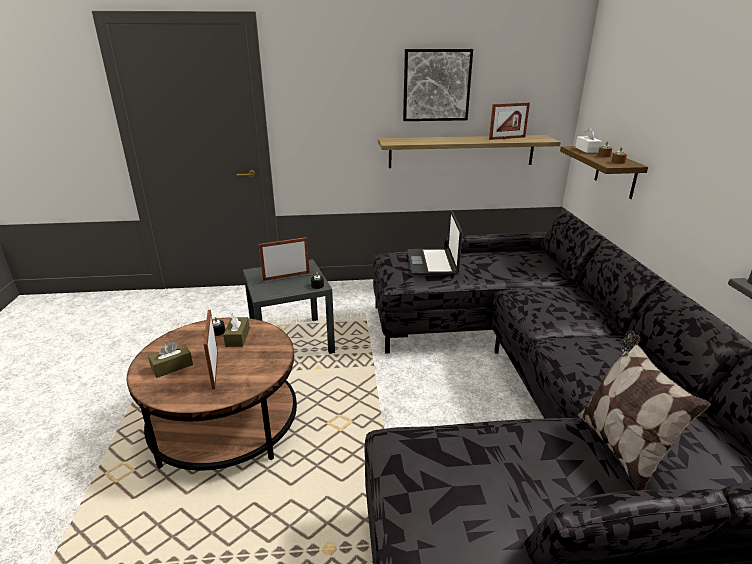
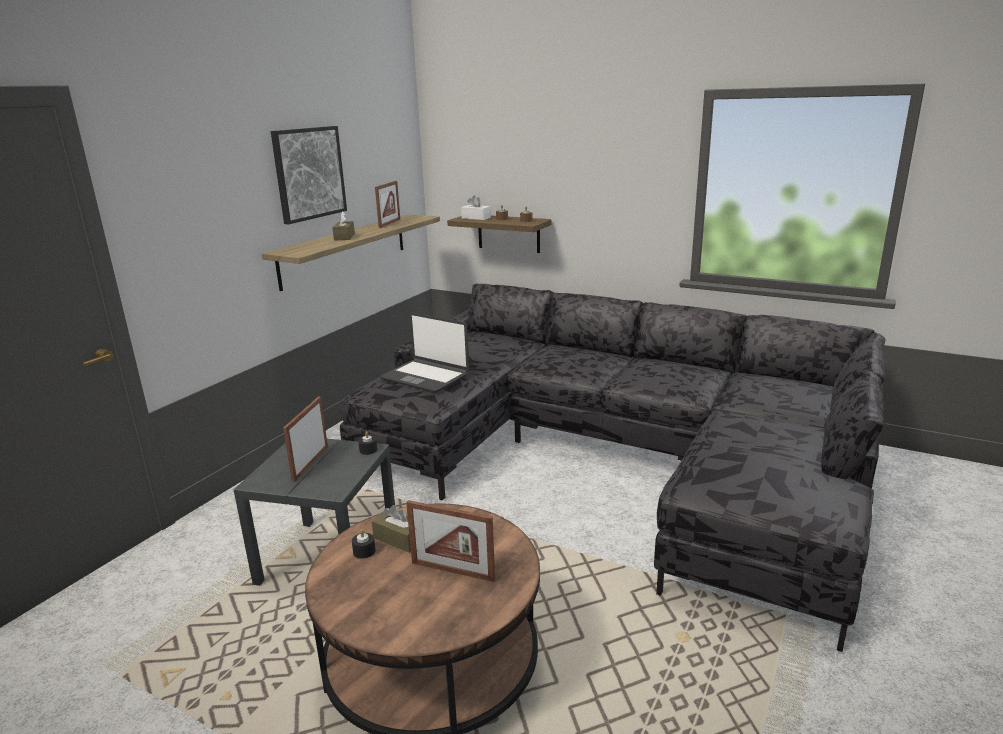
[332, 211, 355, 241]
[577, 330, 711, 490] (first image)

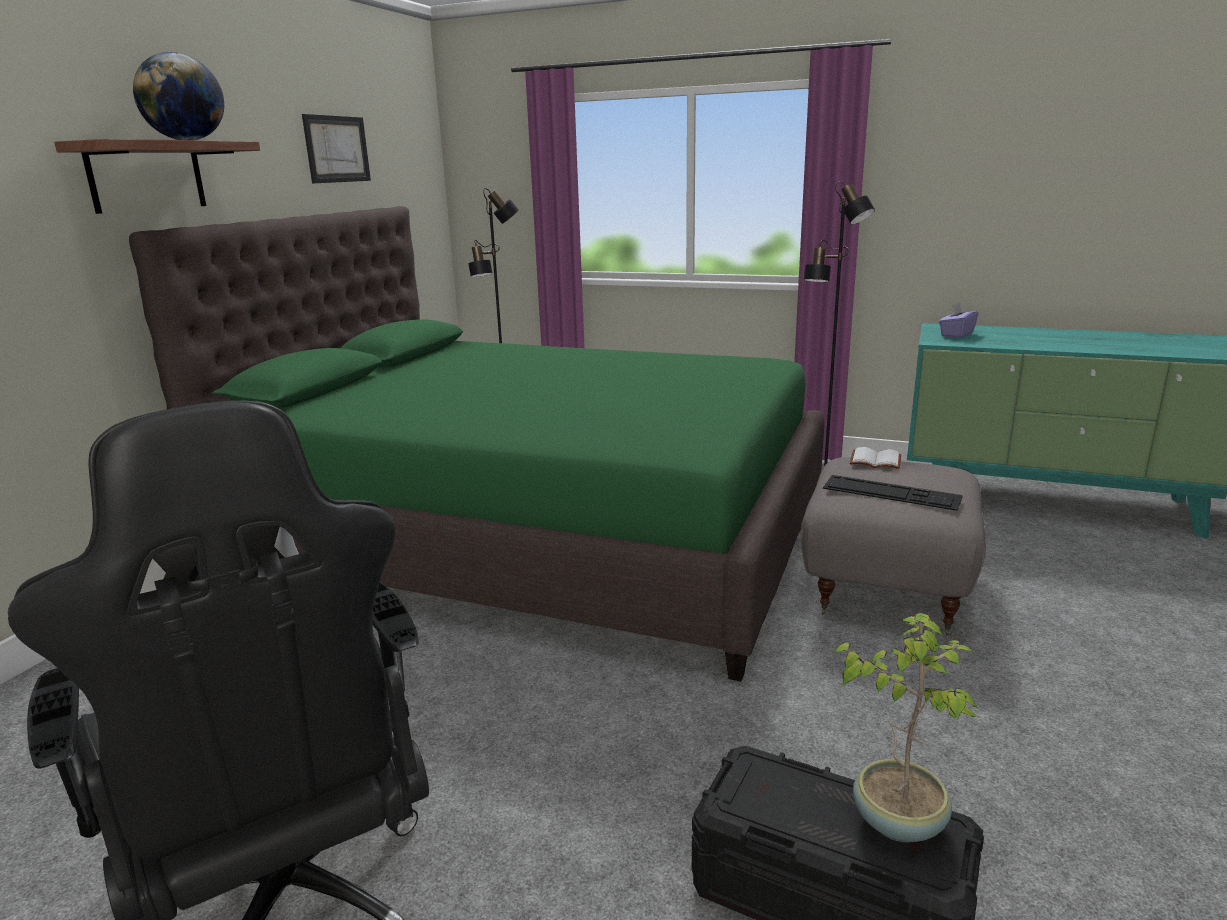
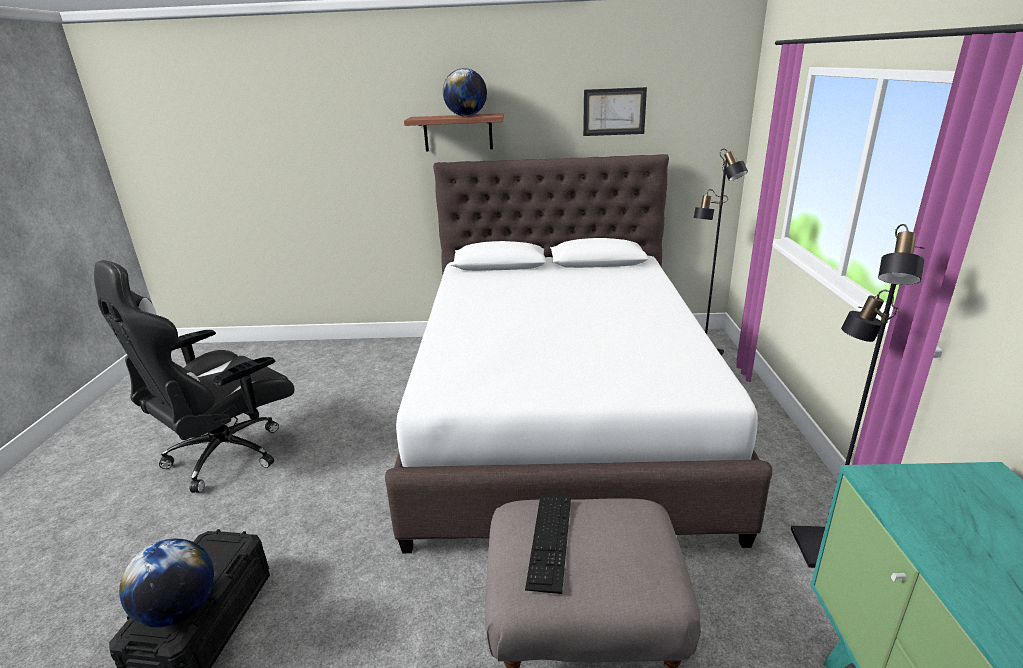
[385, 154, 773, 553]
[119, 539, 214, 627]
[850, 447, 901, 469] (first image)
[939, 302, 978, 338] (first image)

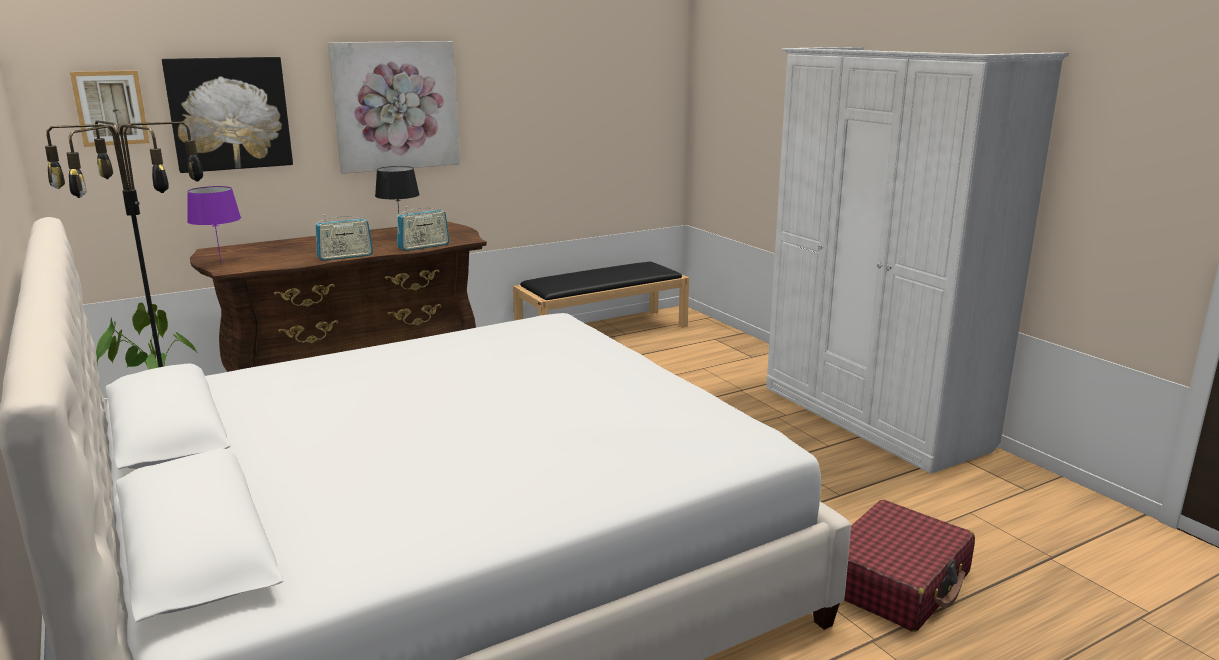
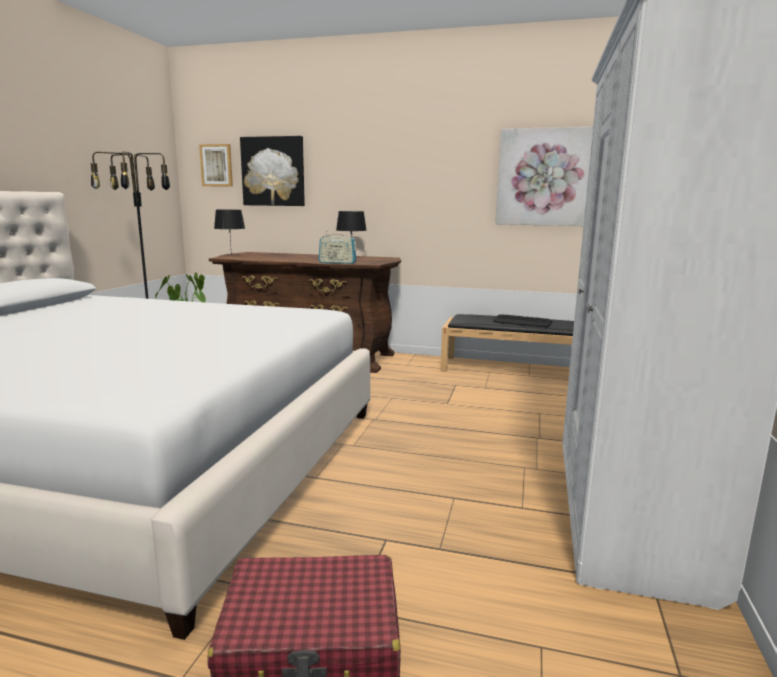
[214, 210, 245, 256]
[315, 214, 373, 261] (first image)
[495, 127, 593, 226]
[493, 314, 552, 327]

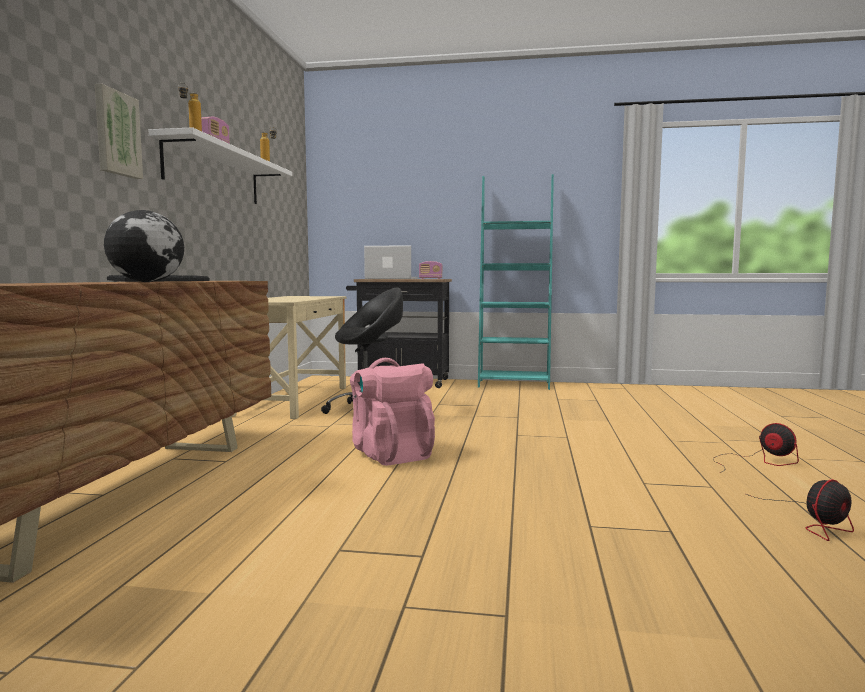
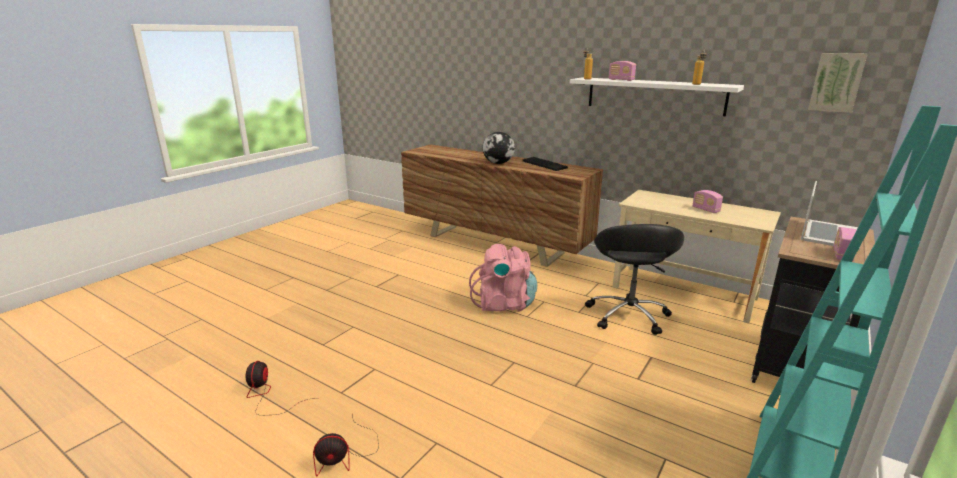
[808, 53, 867, 113]
[693, 190, 723, 213]

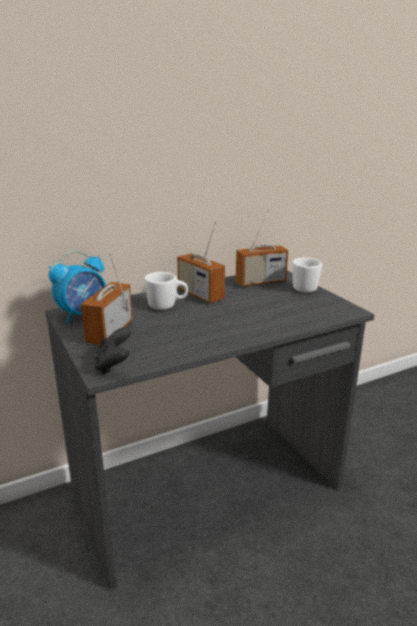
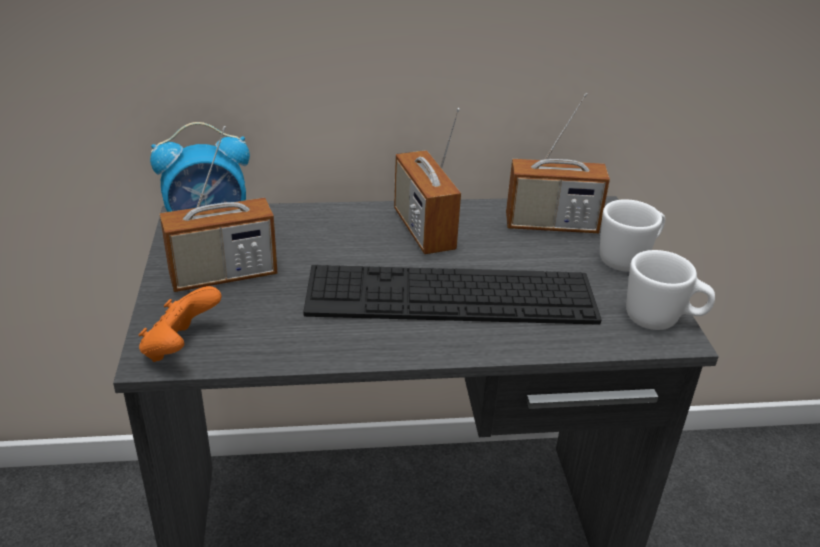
[160, 126, 277, 292]
[138, 286, 222, 362]
[626, 250, 715, 330]
[303, 265, 602, 325]

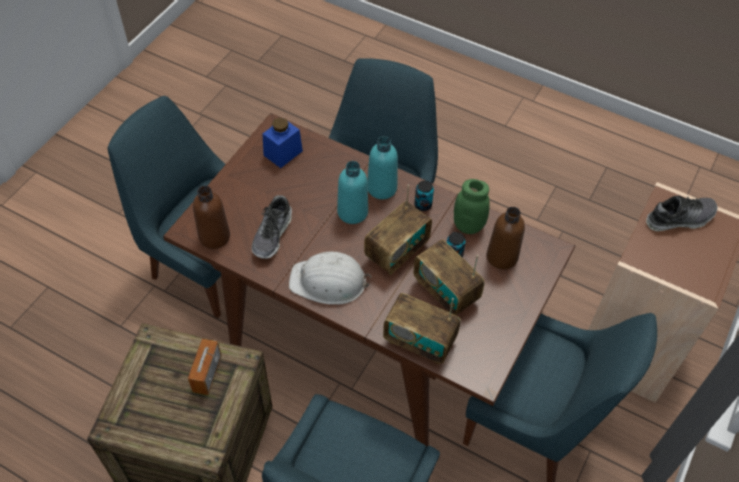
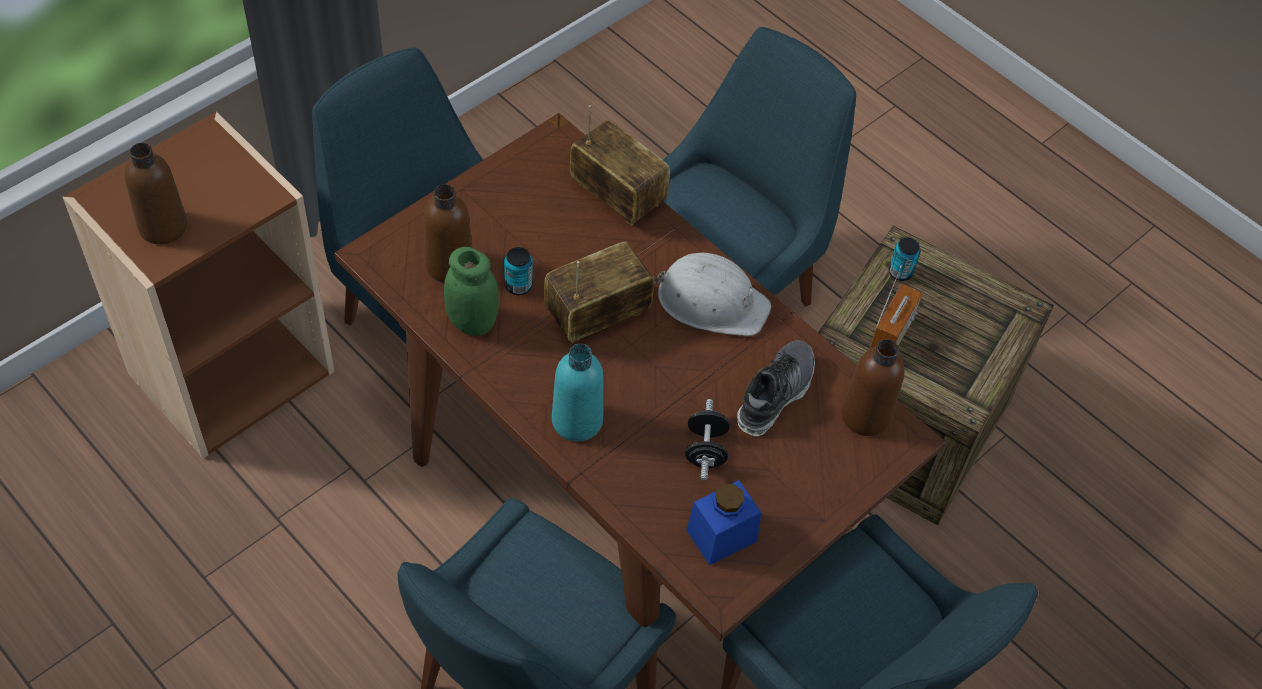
[337, 161, 368, 224] (first image)
[413, 240, 485, 315] (first image)
[889, 237, 921, 281]
[125, 143, 187, 244]
[685, 399, 730, 481]

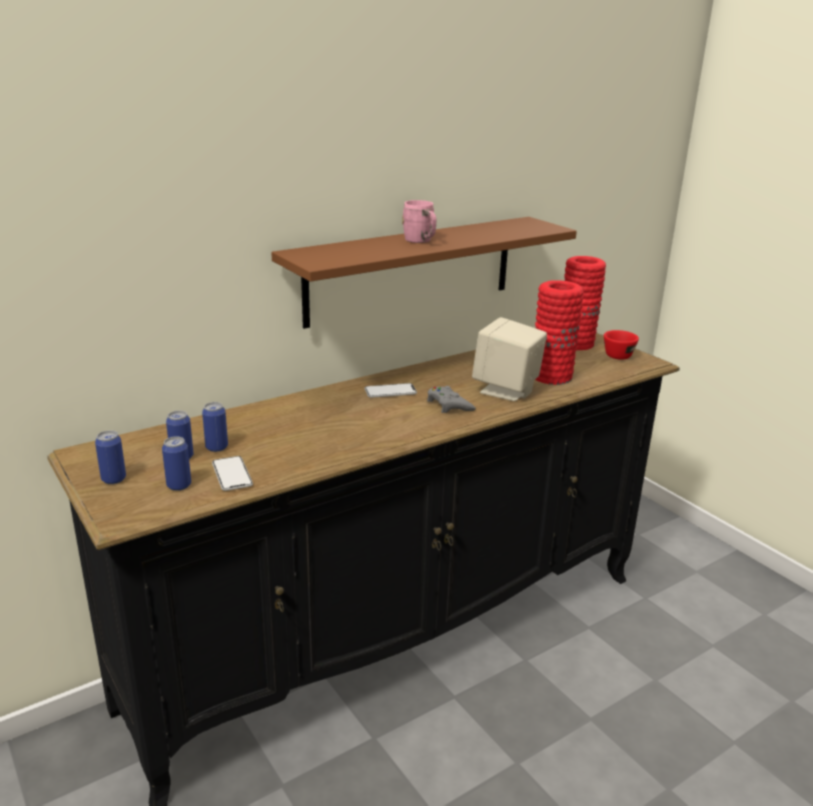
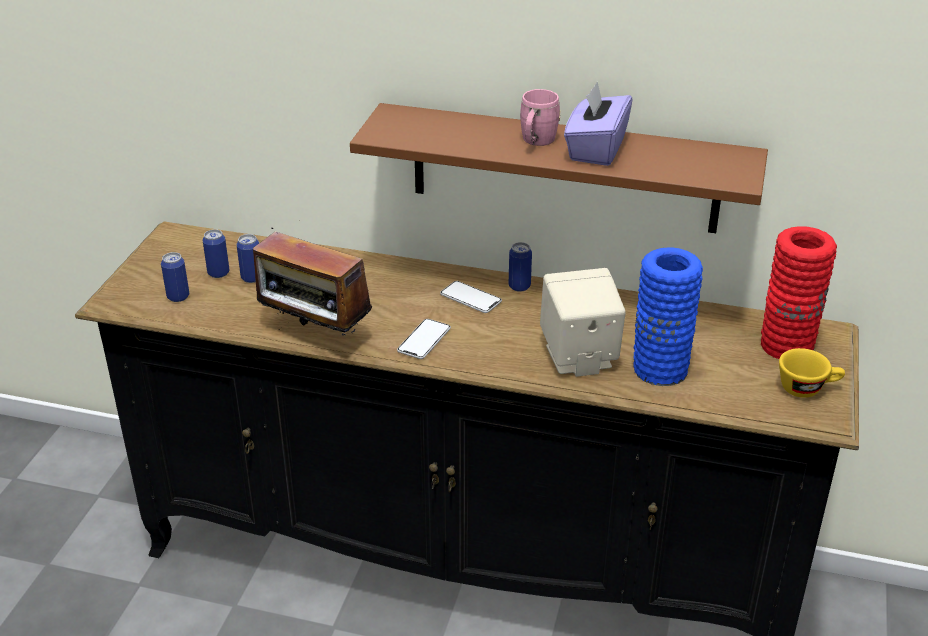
[509, 242, 532, 292]
[397, 319, 451, 359]
[427, 386, 476, 413] (first image)
[633, 248, 703, 386]
[779, 348, 845, 398]
[253, 228, 372, 336]
[564, 82, 633, 166]

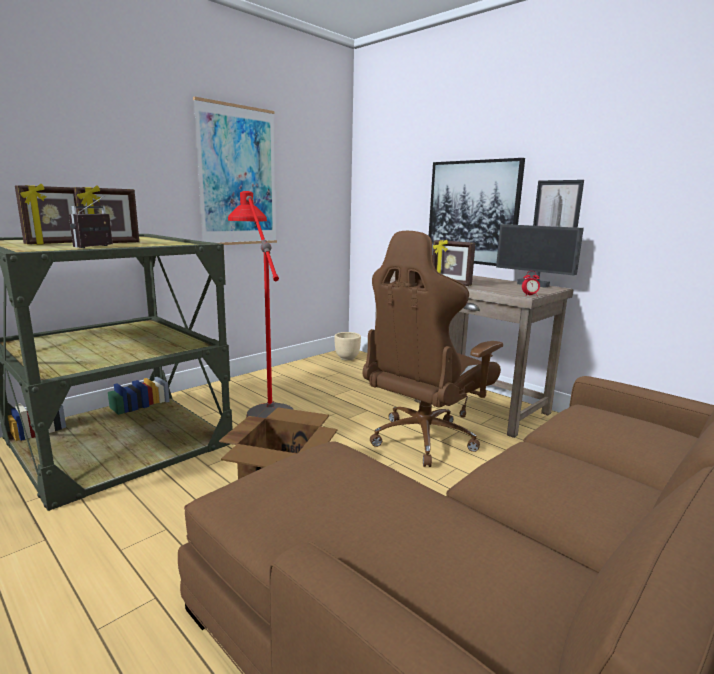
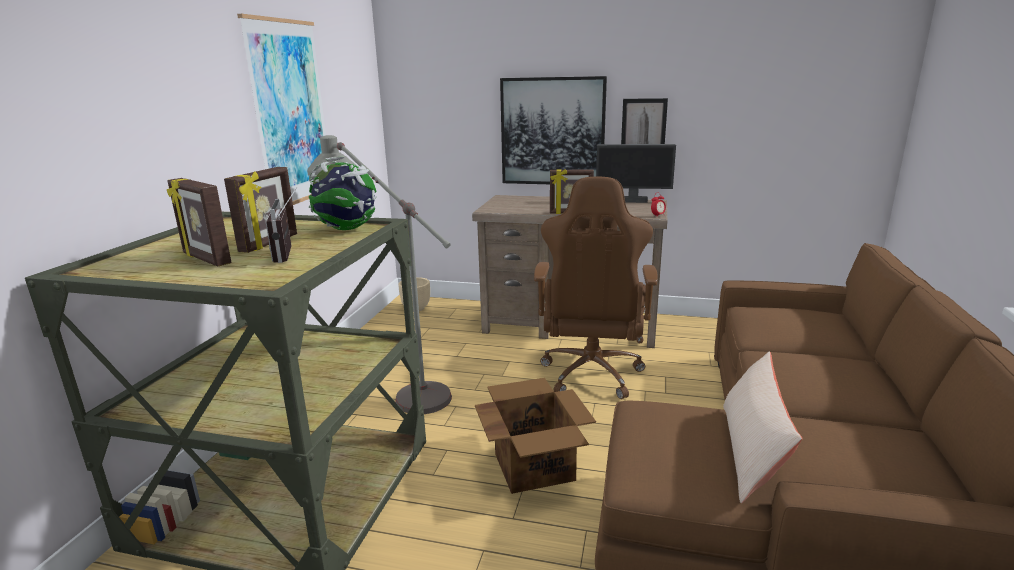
[167, 178, 232, 266]
[307, 135, 452, 414]
[309, 156, 377, 230]
[723, 351, 802, 503]

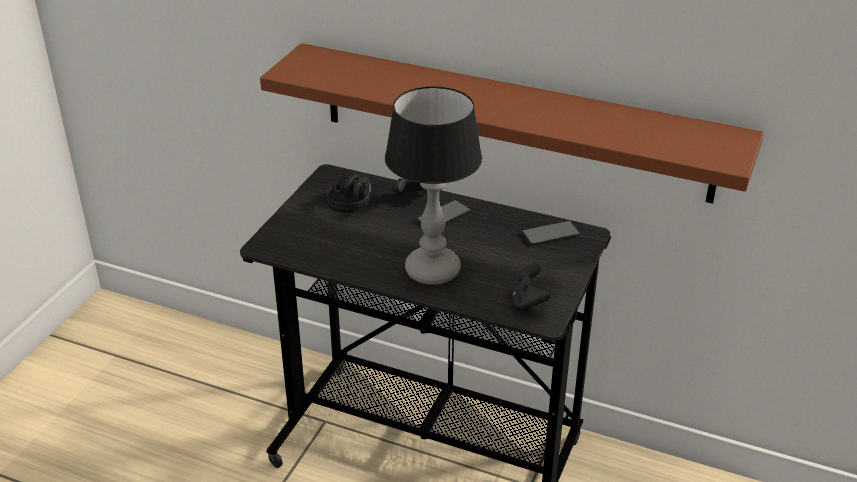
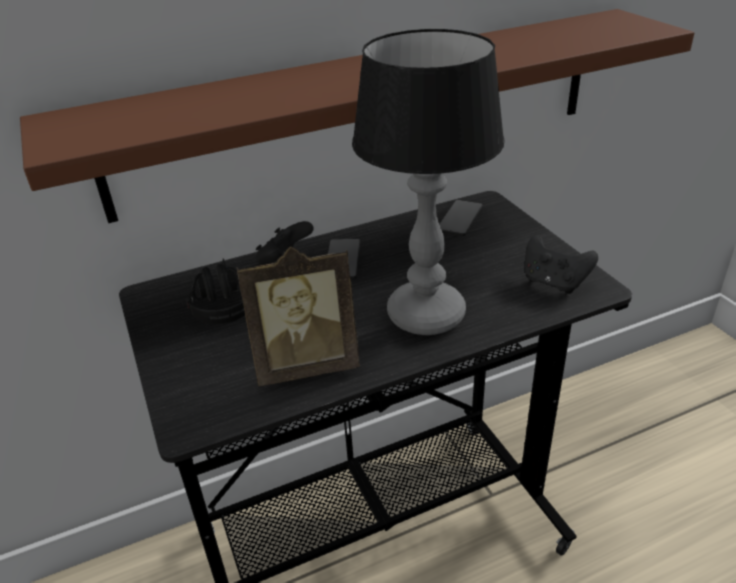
[237, 246, 360, 386]

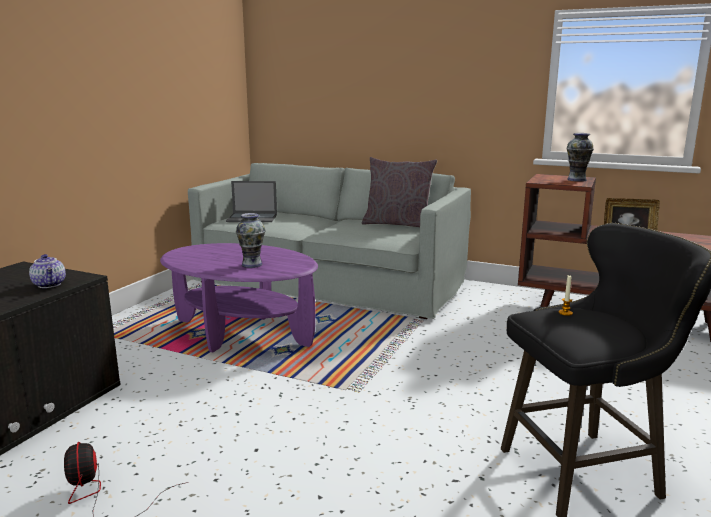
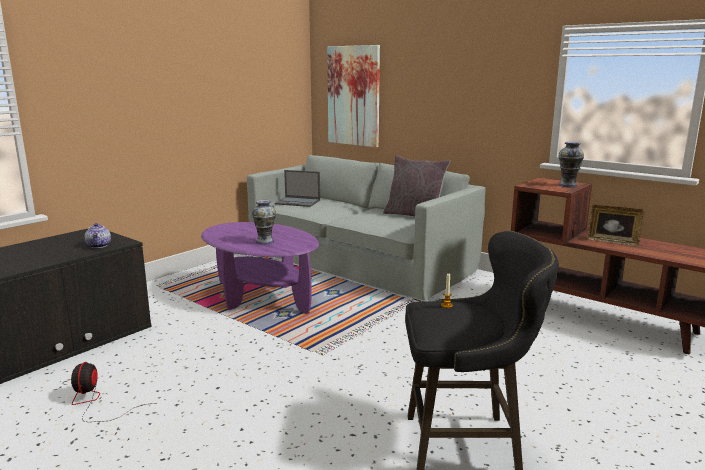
[327, 45, 380, 147]

